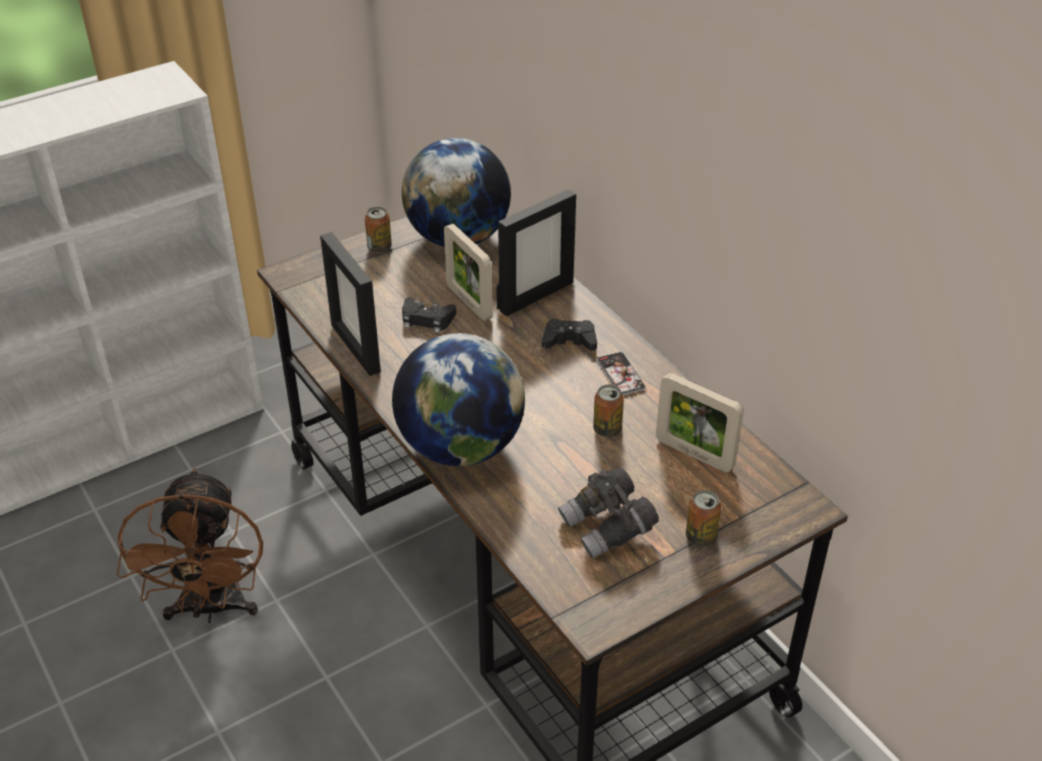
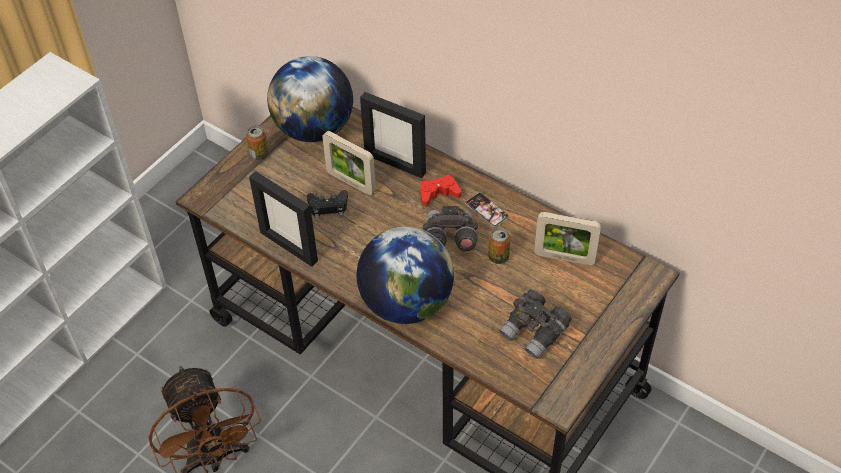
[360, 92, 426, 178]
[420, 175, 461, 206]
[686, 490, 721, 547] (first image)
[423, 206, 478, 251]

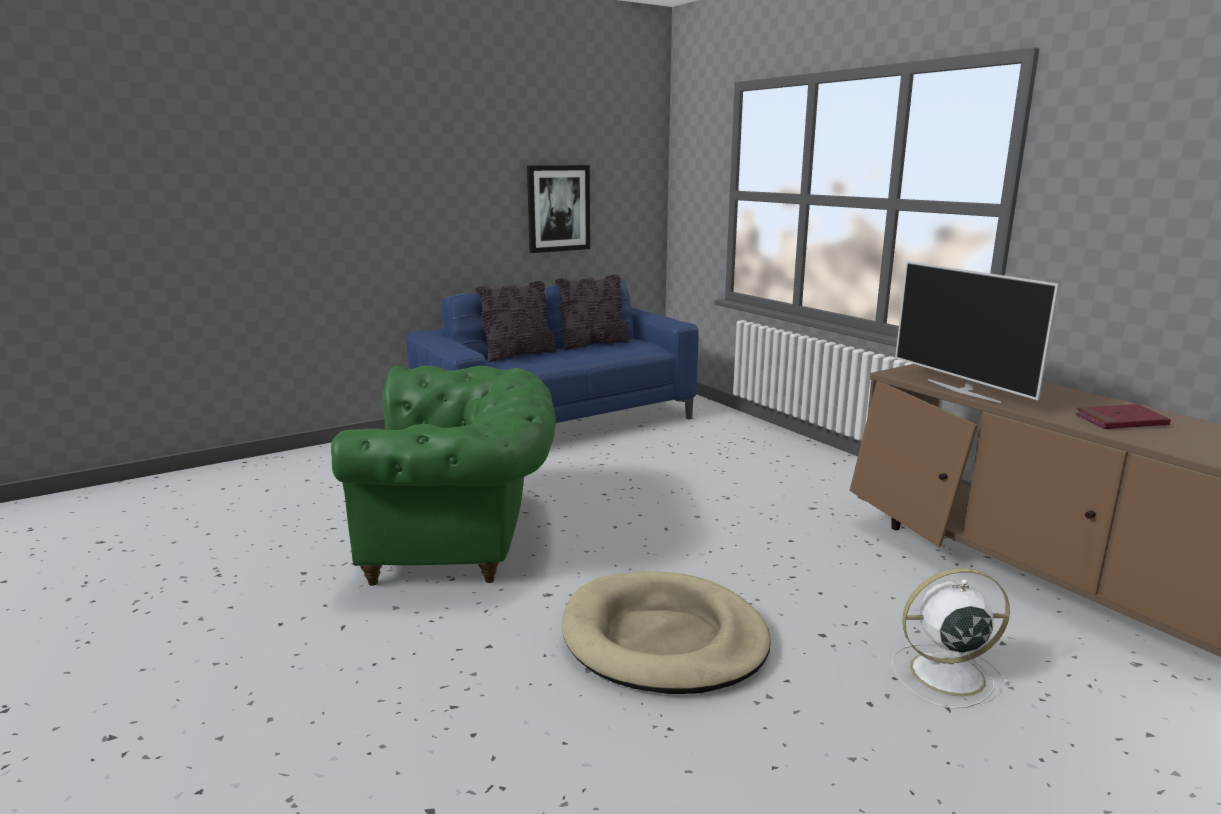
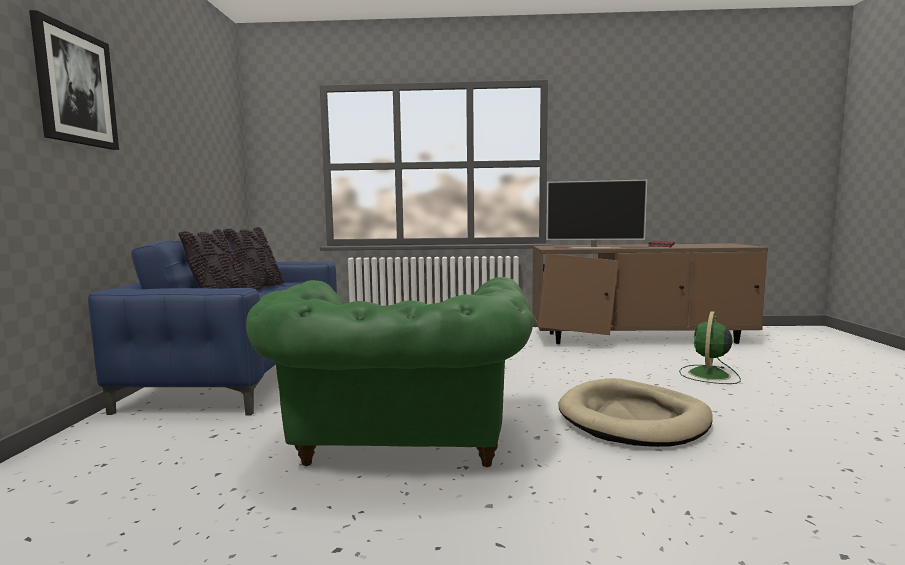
[246, 277, 534, 467]
[29, 10, 119, 150]
[679, 311, 741, 384]

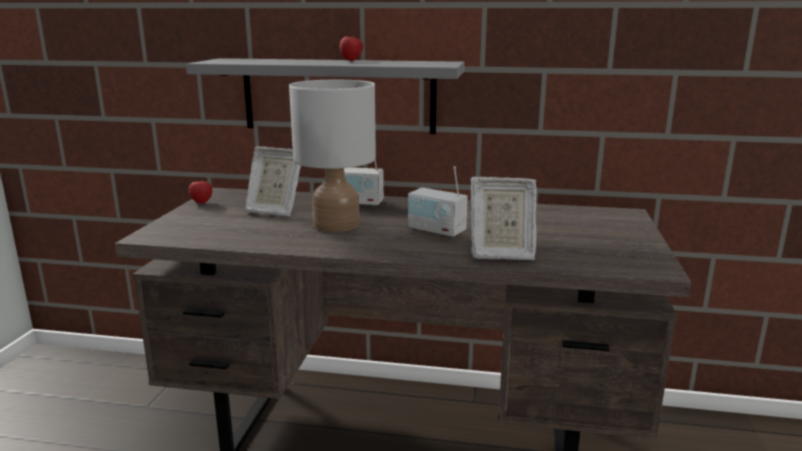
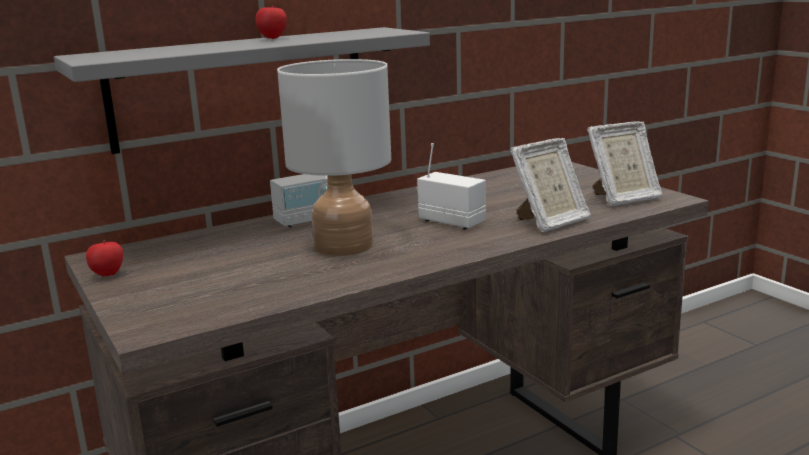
[587, 121, 663, 206]
[417, 143, 486, 230]

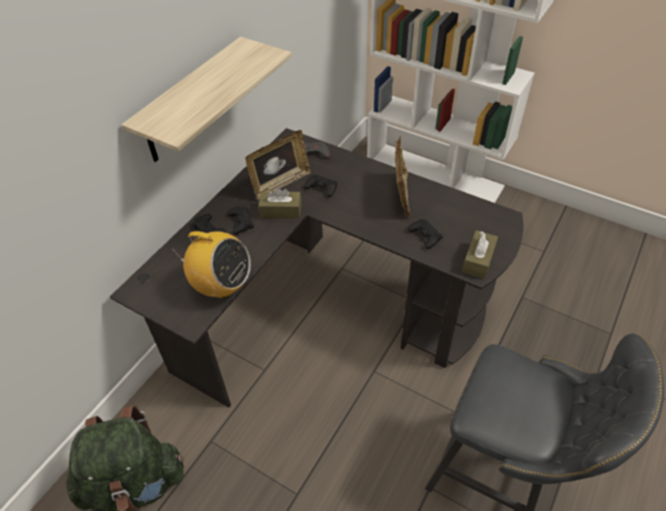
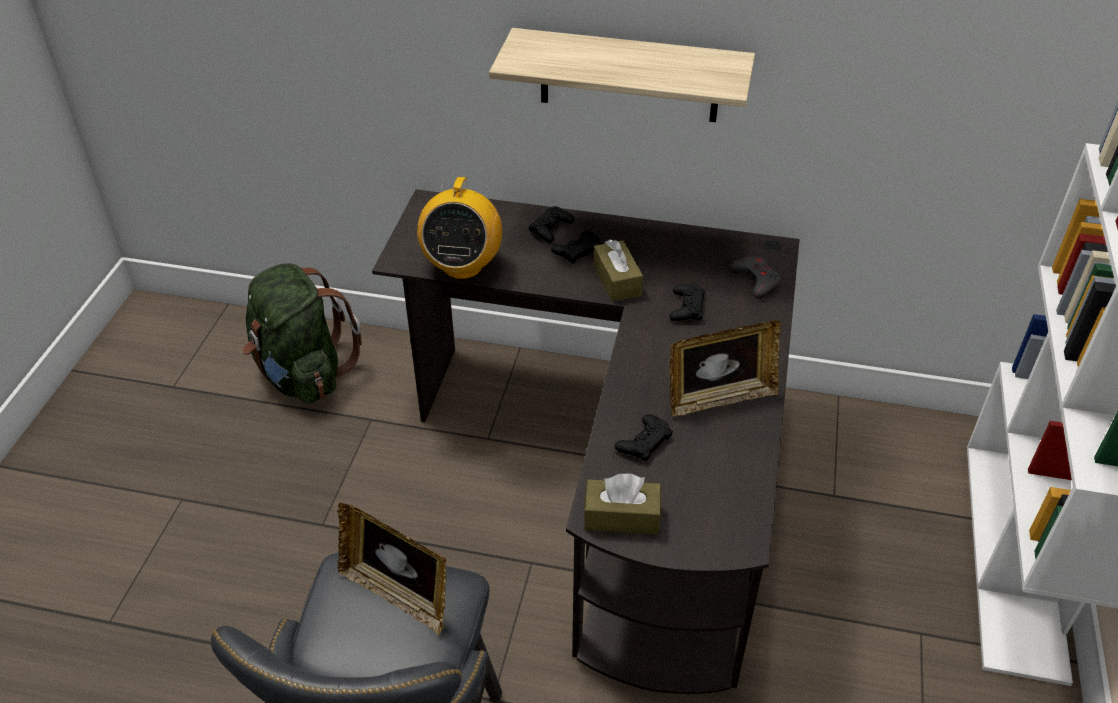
[337, 502, 446, 636]

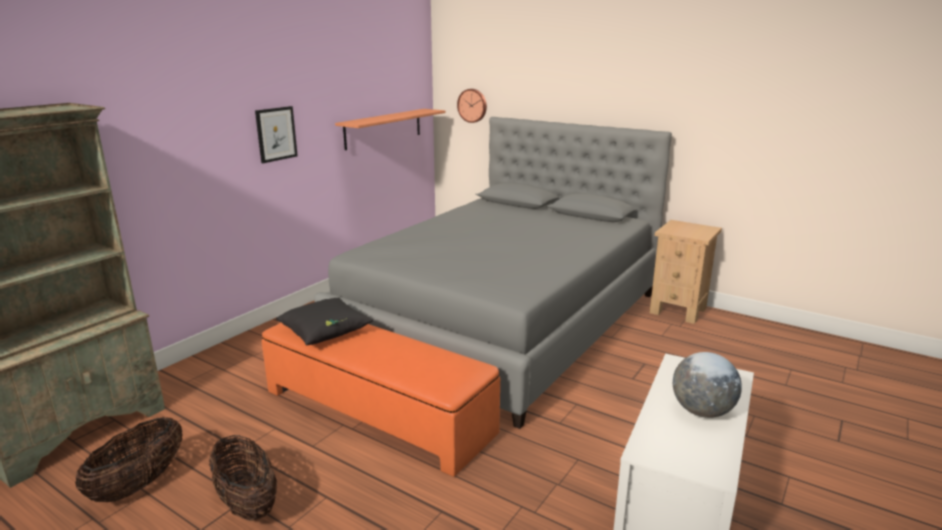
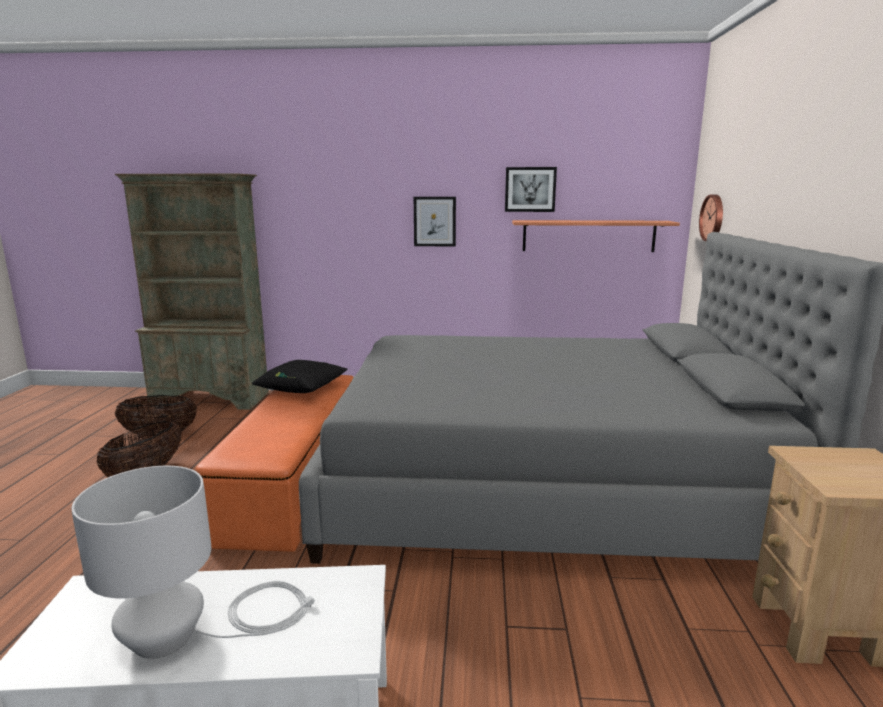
[71, 466, 315, 659]
[505, 167, 557, 212]

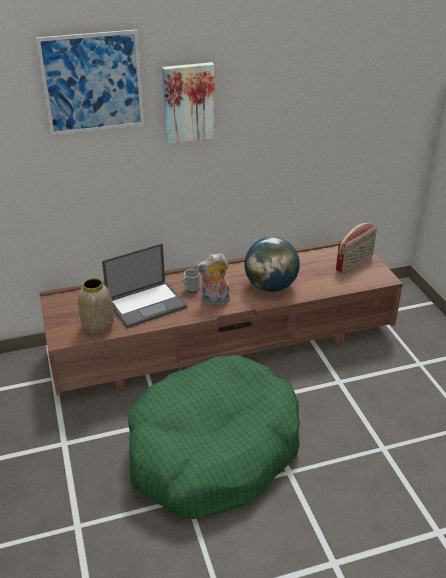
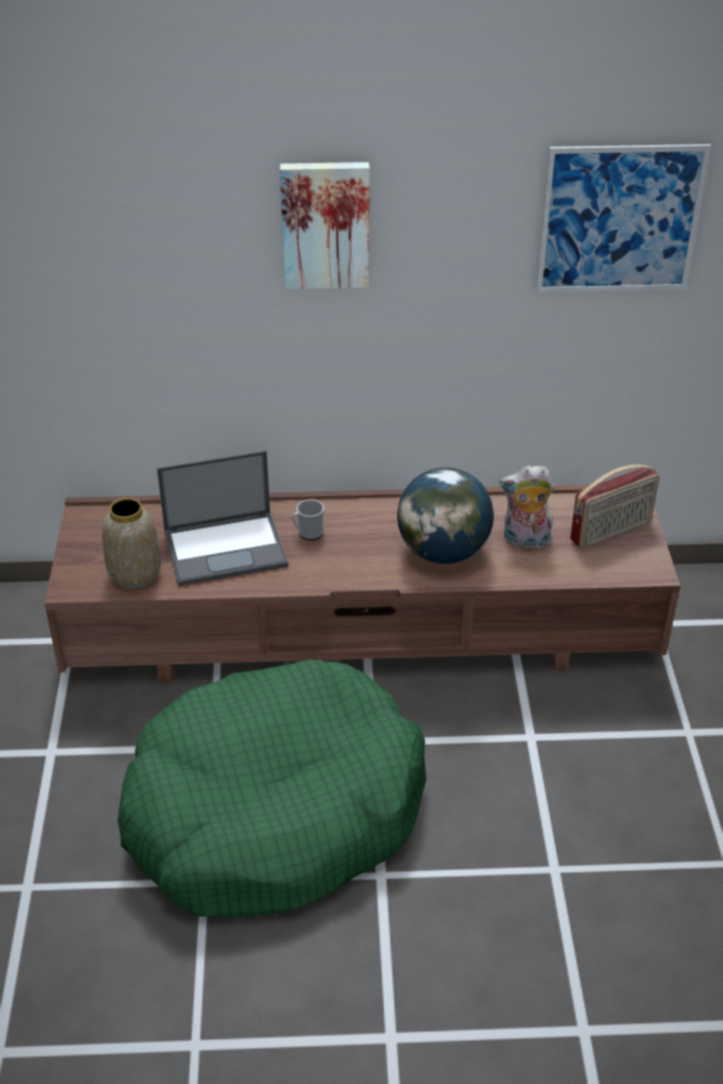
[536, 144, 711, 292]
[500, 466, 554, 552]

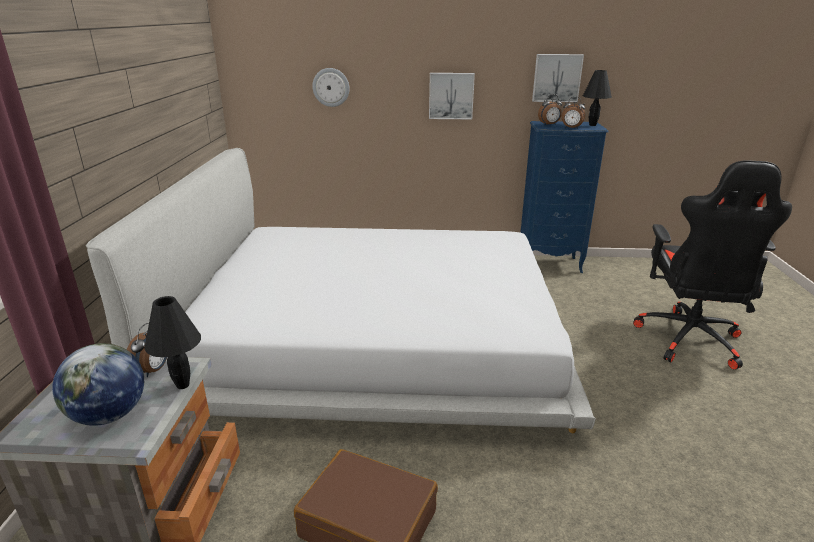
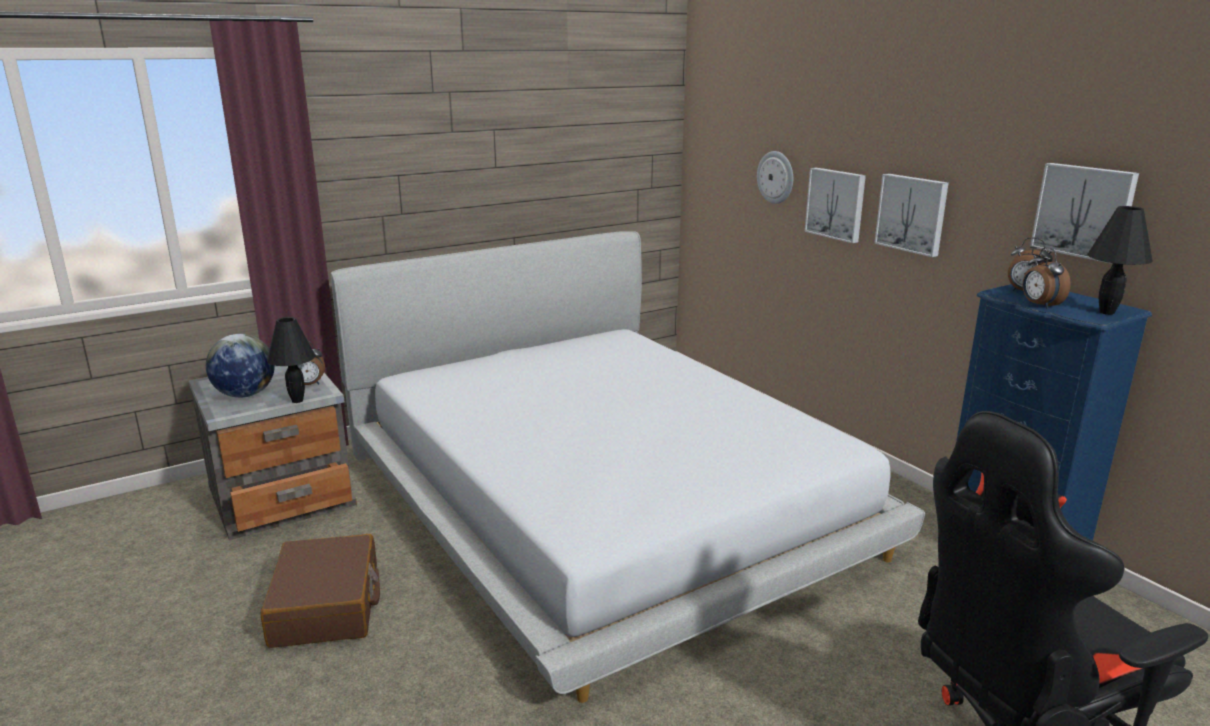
[805, 167, 866, 243]

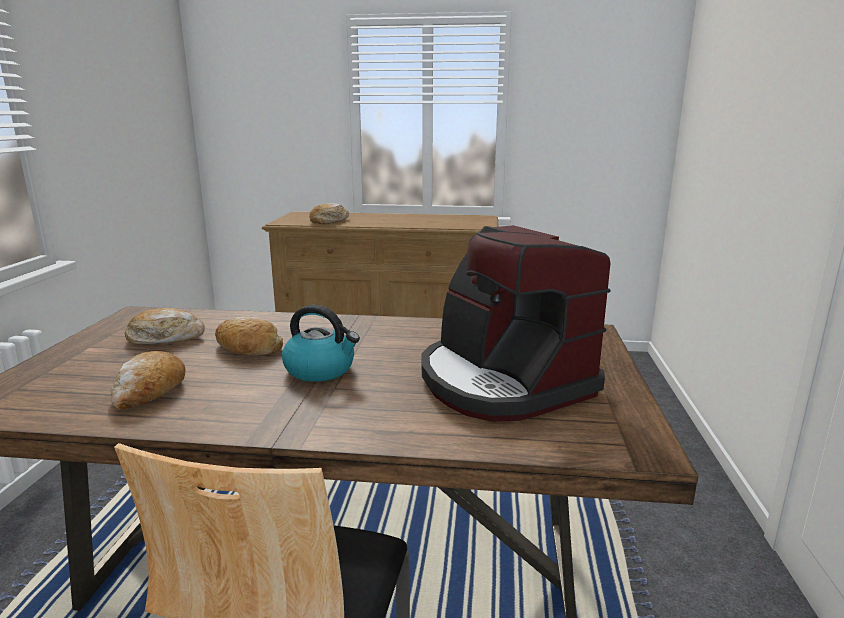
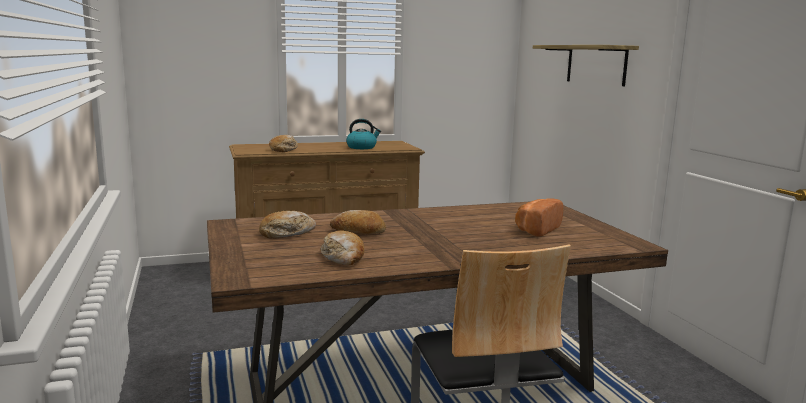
[346, 119, 381, 149]
[515, 198, 563, 237]
[533, 45, 639, 86]

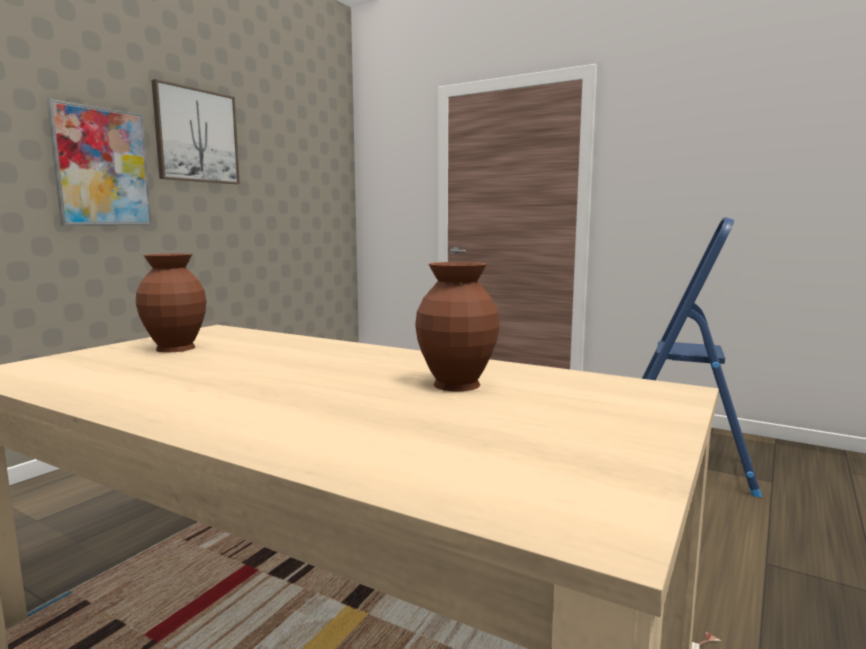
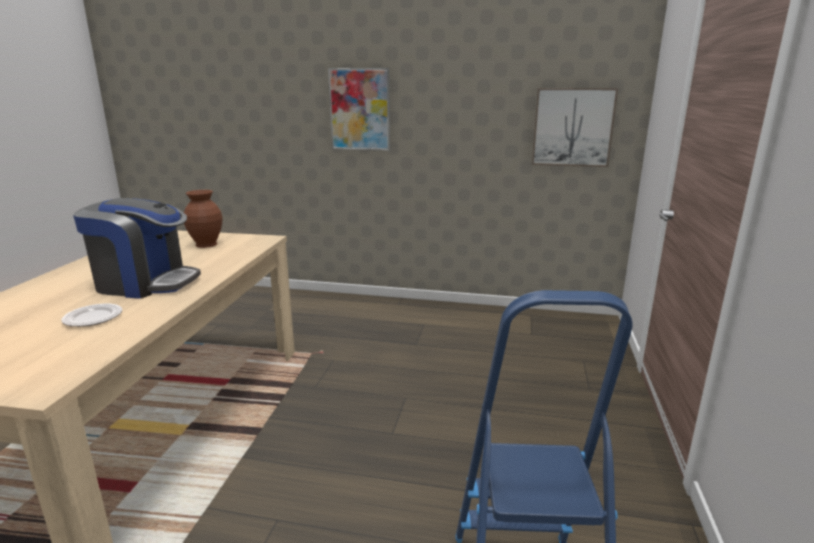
[532, 88, 618, 167]
[61, 304, 122, 327]
[73, 198, 201, 299]

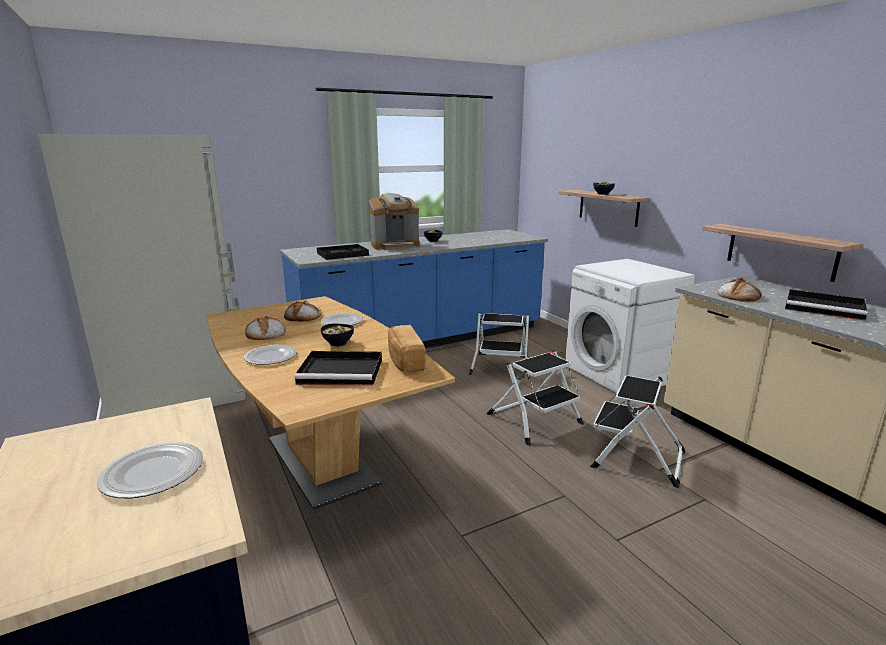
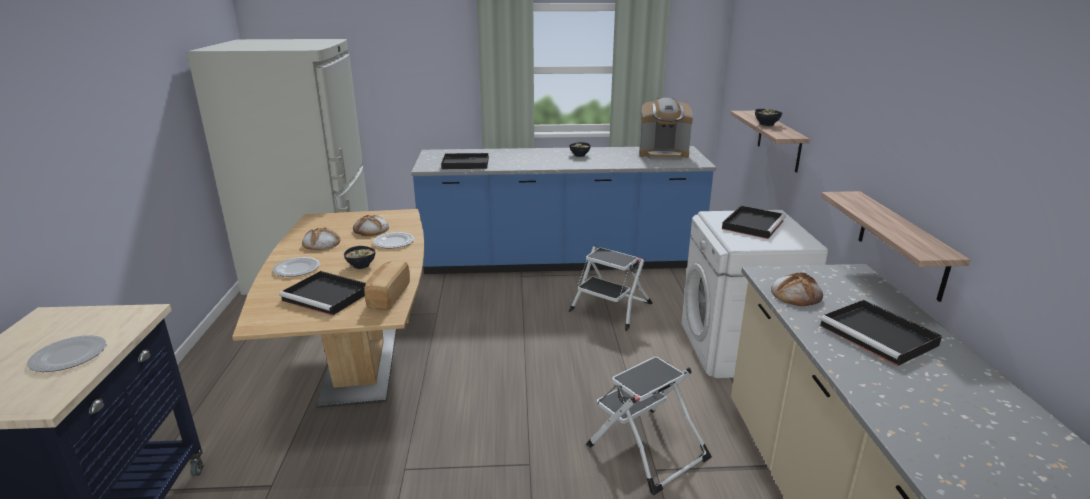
[639, 98, 693, 160]
[486, 350, 584, 446] (first image)
[722, 206, 786, 239]

